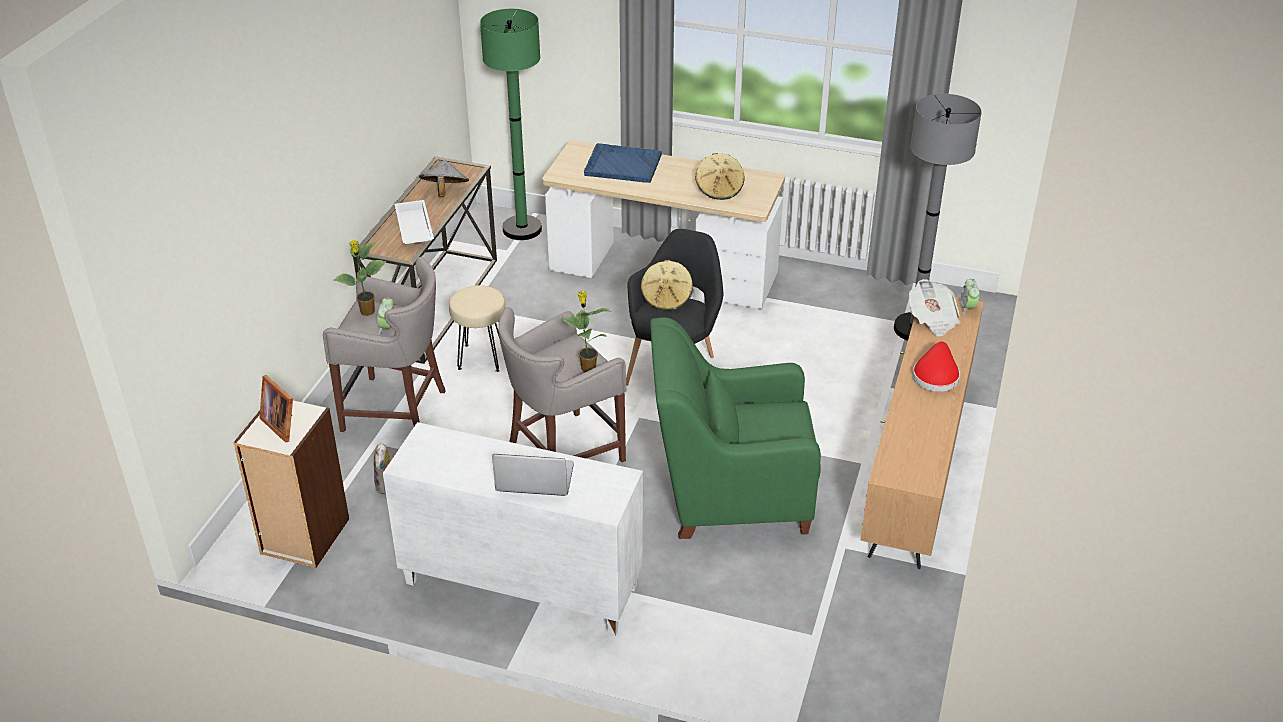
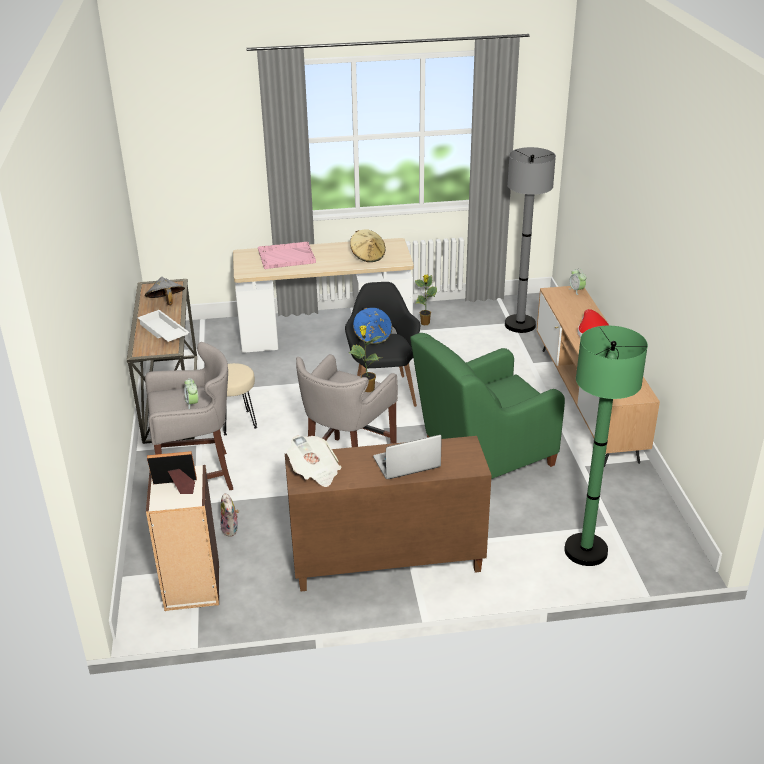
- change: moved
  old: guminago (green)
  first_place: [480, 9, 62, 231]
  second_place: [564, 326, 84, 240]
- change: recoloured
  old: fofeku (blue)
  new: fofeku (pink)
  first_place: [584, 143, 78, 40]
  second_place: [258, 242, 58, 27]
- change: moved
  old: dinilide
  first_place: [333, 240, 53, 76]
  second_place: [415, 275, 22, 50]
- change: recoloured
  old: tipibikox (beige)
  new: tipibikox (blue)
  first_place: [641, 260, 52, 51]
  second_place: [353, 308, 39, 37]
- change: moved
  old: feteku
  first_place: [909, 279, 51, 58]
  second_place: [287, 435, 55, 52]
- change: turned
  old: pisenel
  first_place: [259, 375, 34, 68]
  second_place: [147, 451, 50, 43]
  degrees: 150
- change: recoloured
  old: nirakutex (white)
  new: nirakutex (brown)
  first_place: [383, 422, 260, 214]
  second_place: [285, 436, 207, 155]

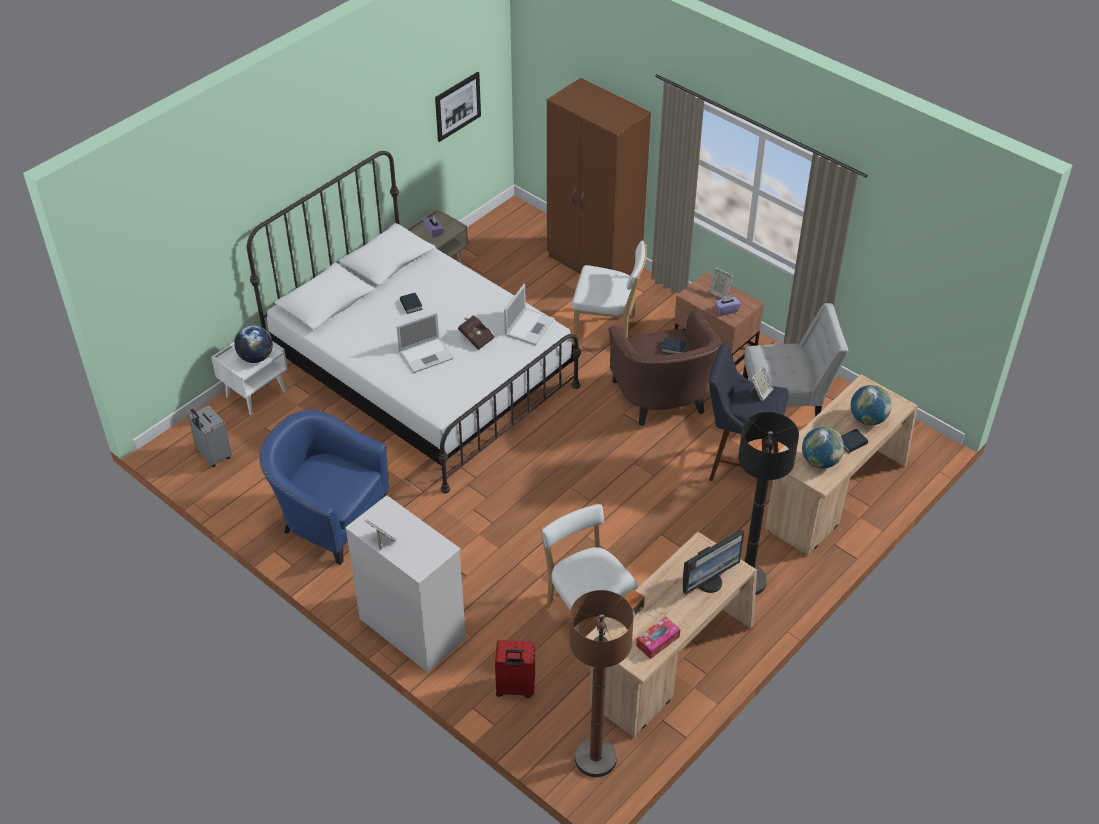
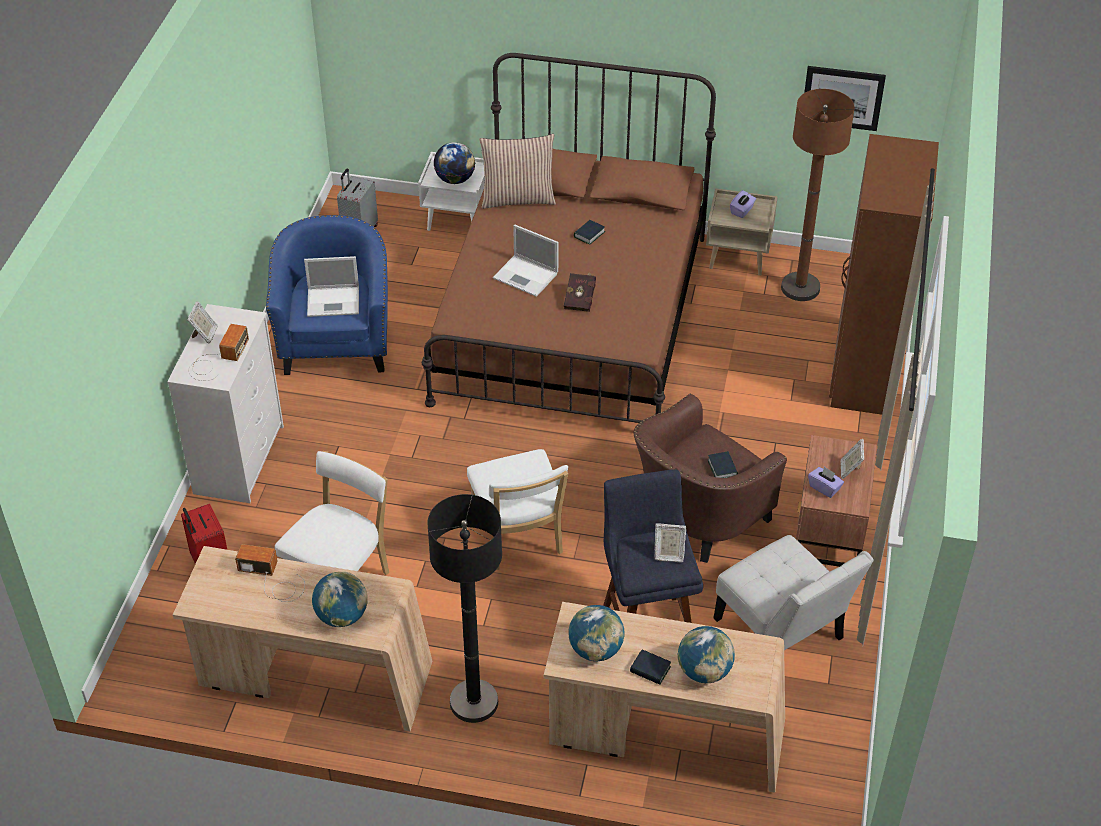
- change: recoloured
  old: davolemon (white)
  new: davolemon (brown)
  first_place: [247, 151, 334, 342]
  second_place: [422, 53, 294, 370]
- change: moved
  old: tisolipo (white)
  first_place: [572, 240, 75, 102]
  second_place: [467, 449, 101, 121]
- change: moved
  old: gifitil
  first_place: [504, 284, 51, 62]
  second_place: [304, 256, 55, 61]
- change: replaced
  old: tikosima
  new: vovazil
  first_place: [683, 529, 61, 66]
  second_place: [312, 572, 56, 55]
- change: moved
  old: guminago (brown)
  first_place: [569, 590, 65, 187]
  second_place: [781, 89, 74, 212]
- change: removed
  old: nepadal
  first_place: [636, 616, 44, 43]
- change: added
  new: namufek
  second_place: [479, 134, 77, 75]
- change: added
  new: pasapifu
  second_place: [188, 324, 61, 57]

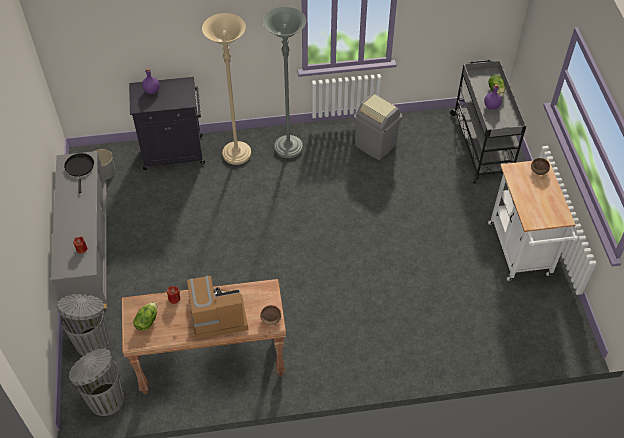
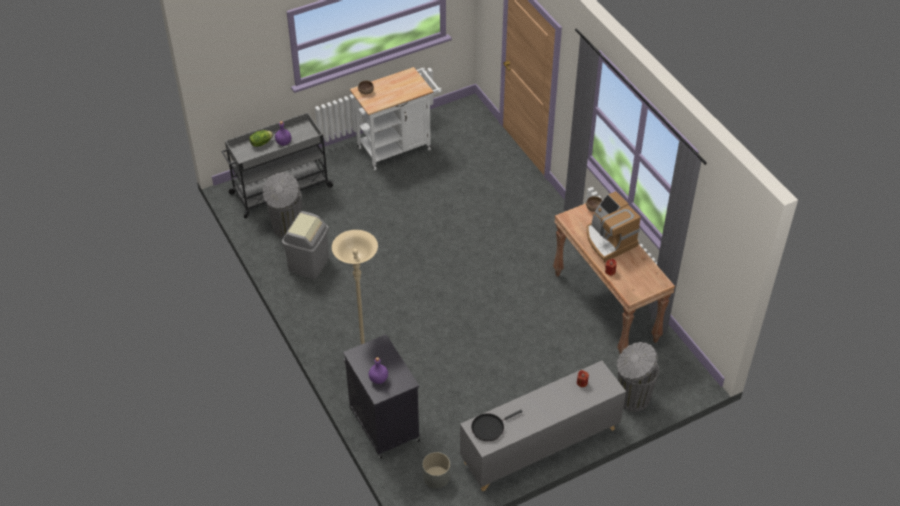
- change: removed
  old: guminago (grey)
  first_place: [263, 7, 43, 151]
- change: removed
  old: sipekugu
  first_place: [133, 302, 24, 29]
- change: moved
  old: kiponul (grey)
  first_place: [69, 349, 55, 67]
  second_place: [263, 172, 39, 66]

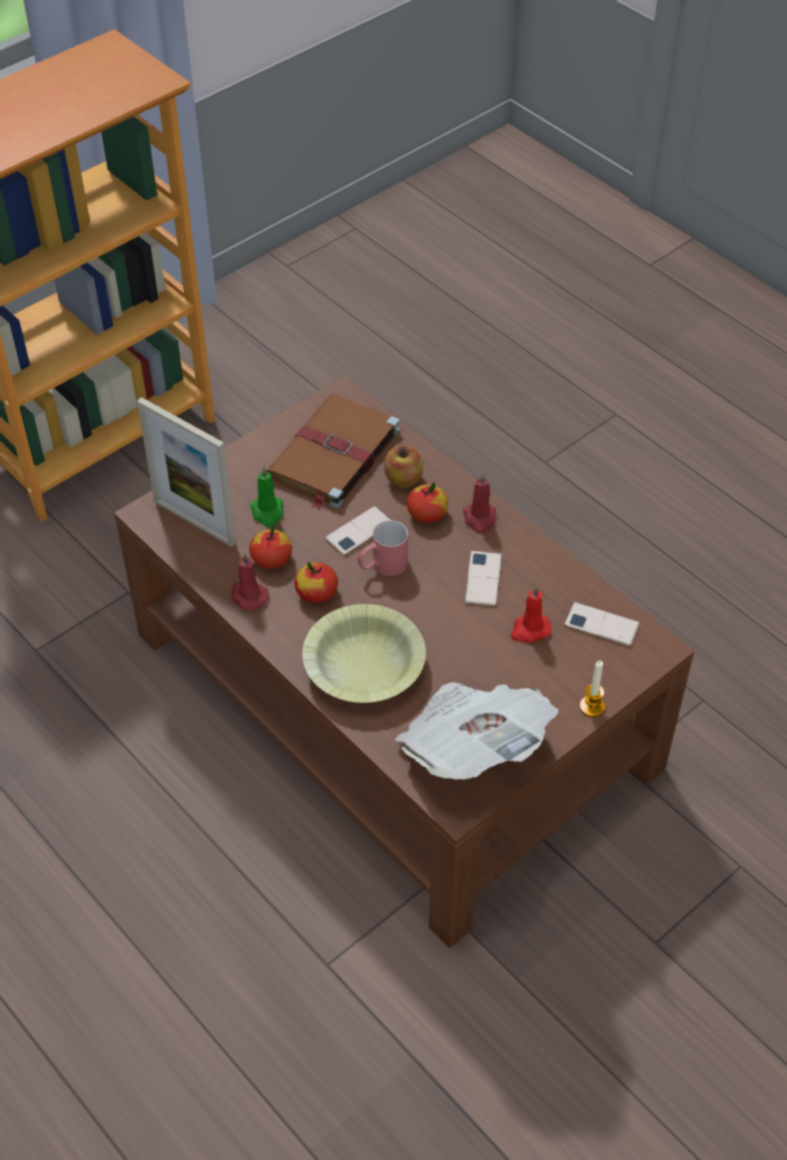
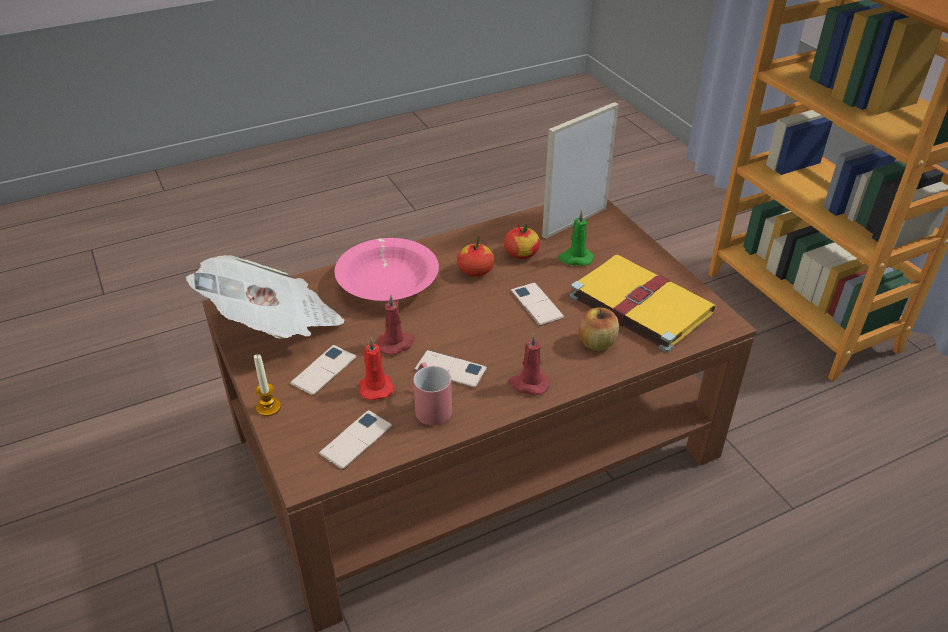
- change: recoloured
  old: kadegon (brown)
  new: kadegon (yellow)
  first_place: [266, 394, 134, 117]
  second_place: [569, 254, 147, 98]
- change: removed
  old: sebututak
  first_place: [407, 483, 41, 40]
- change: moved
  old: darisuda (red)
  first_place: [357, 520, 51, 56]
  second_place: [413, 362, 39, 63]
- change: moved
  old: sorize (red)
  first_place: [231, 552, 38, 59]
  second_place: [377, 295, 38, 60]
- change: recoloured
  old: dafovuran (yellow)
  new: dafovuran (pink)
  first_place: [302, 604, 124, 99]
  second_place: [335, 238, 104, 64]
- change: added
  new: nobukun
  second_place: [290, 345, 67, 51]

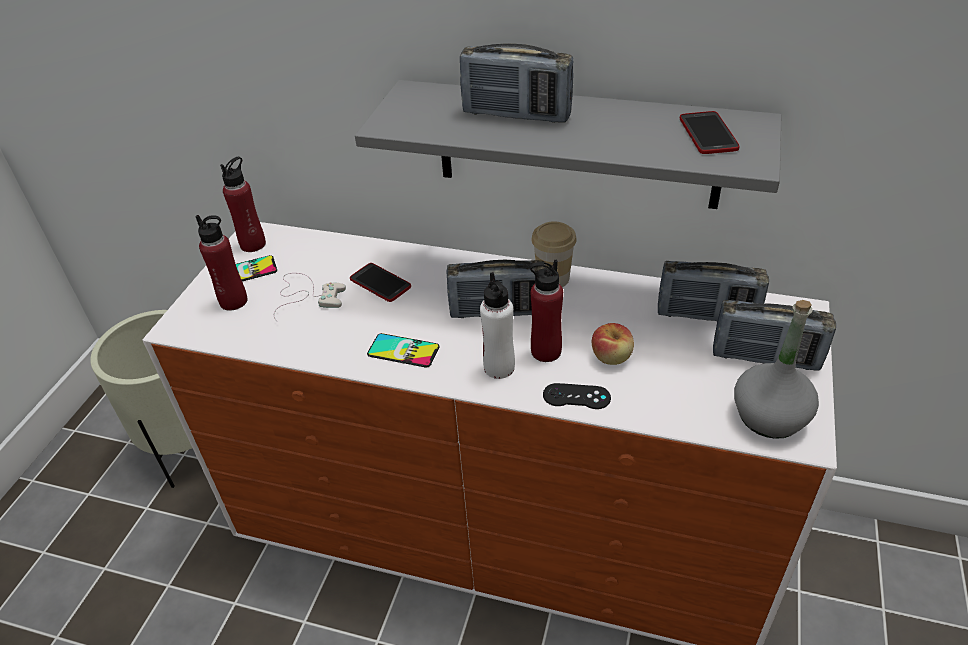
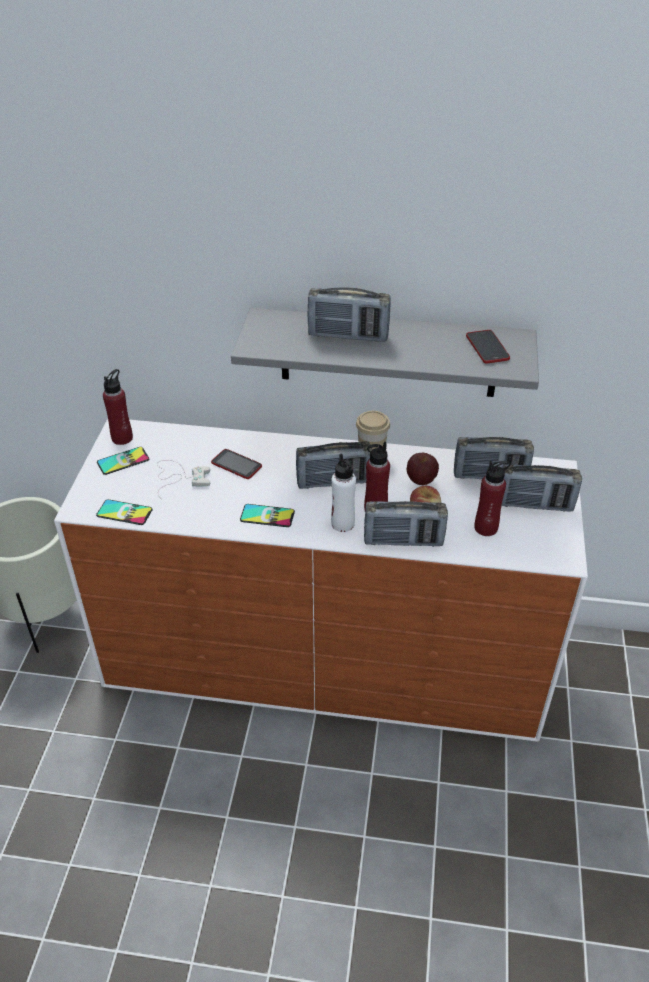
- change: moved
  old: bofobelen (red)
  first_place: [196, 215, 52, 96]
  second_place: [474, 461, 36, 75]
- change: removed
  old: bofobelen (grey)
  first_place: [734, 300, 85, 139]
- change: replaced
  old: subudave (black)
  new: pasapifu
  first_place: [543, 383, 68, 26]
  second_place: [364, 501, 84, 46]
- change: added
  new: sebututak
  second_place: [407, 453, 32, 32]
- change: added
  new: nobukun
  second_place: [96, 499, 57, 26]

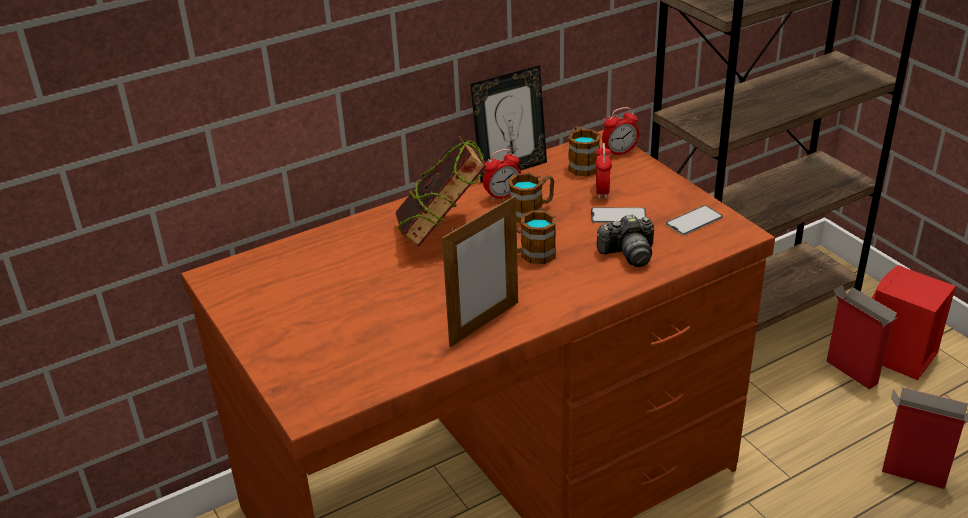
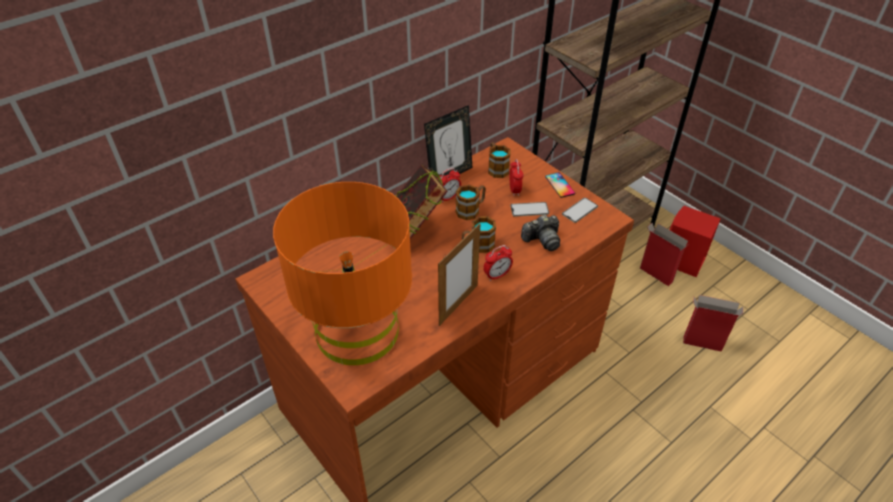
- change: moved
  old: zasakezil
  first_place: [602, 107, 37, 50]
  second_place: [483, 245, 30, 36]
- change: added
  new: nobukun
  second_place: [545, 172, 30, 26]
- change: added
  new: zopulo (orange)
  second_place: [273, 182, 139, 183]

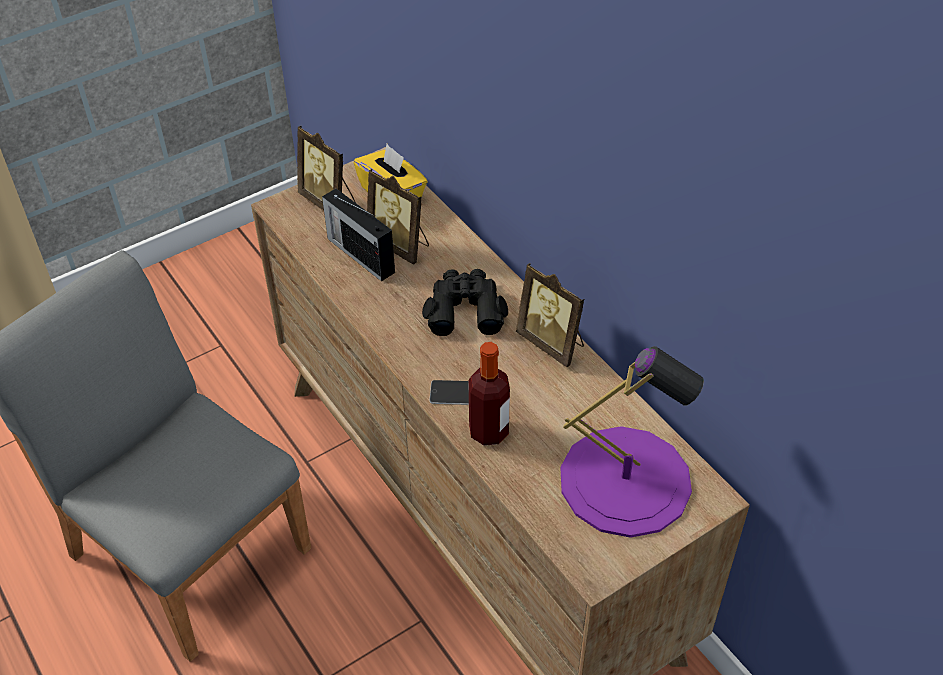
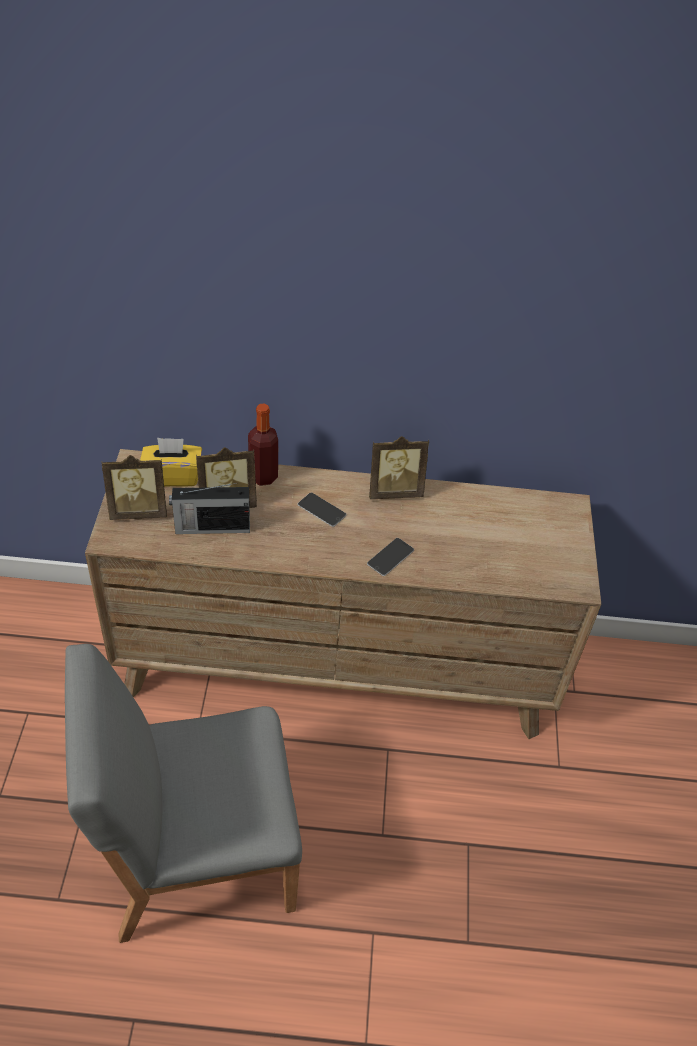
- change: replaced
  old: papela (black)
  new: nobukun
  first_place: [422, 269, 86, 67]
  second_place: [297, 492, 50, 35]
- change: moved
  old: bofobelen
  first_place: [468, 342, 42, 104]
  second_place: [248, 404, 30, 82]
- change: removed
  old: zopulo (purple)
  first_place: [561, 346, 143, 192]

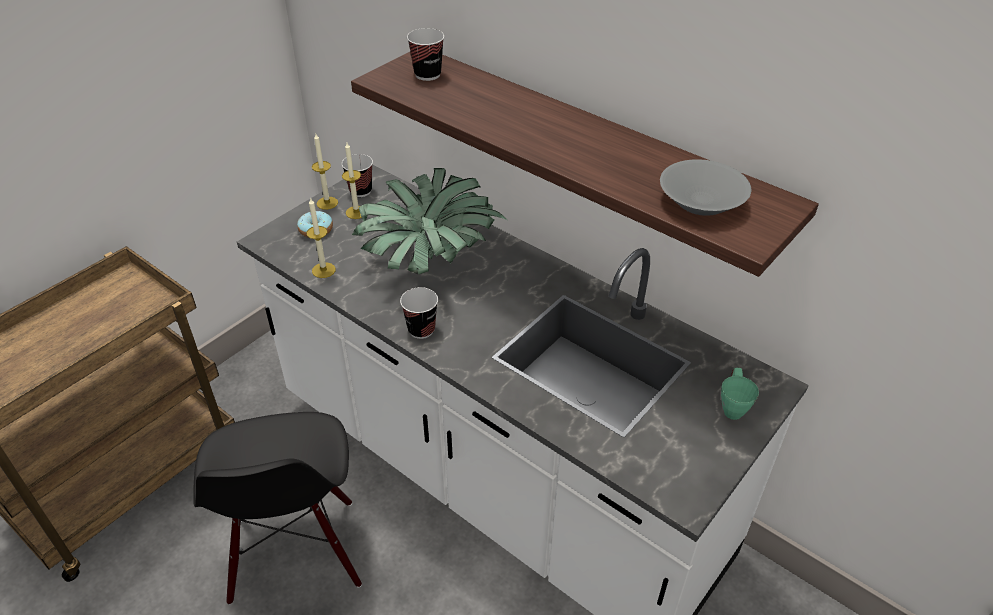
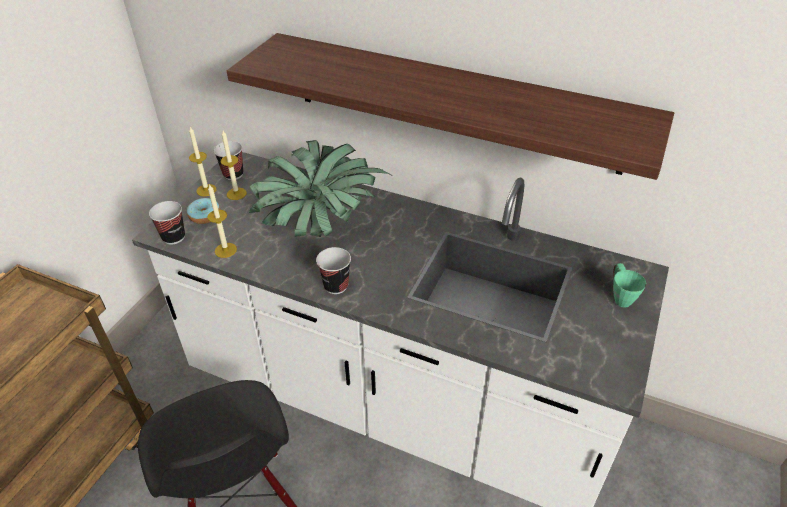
- change: moved
  old: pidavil
  first_place: [407, 28, 37, 53]
  second_place: [149, 201, 36, 44]
- change: removed
  old: dafovuran (grey)
  first_place: [660, 159, 92, 57]

